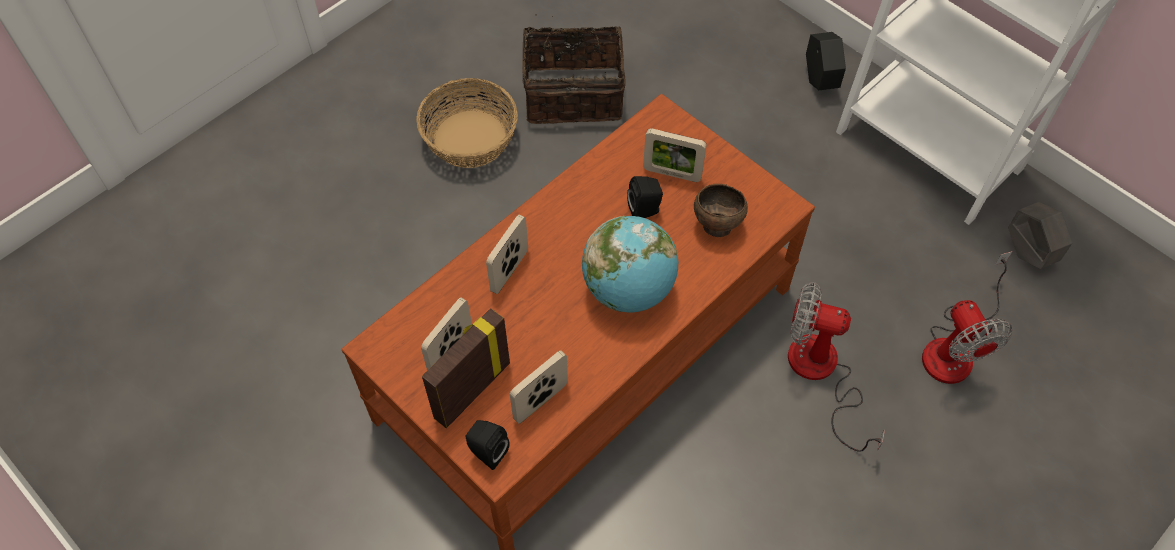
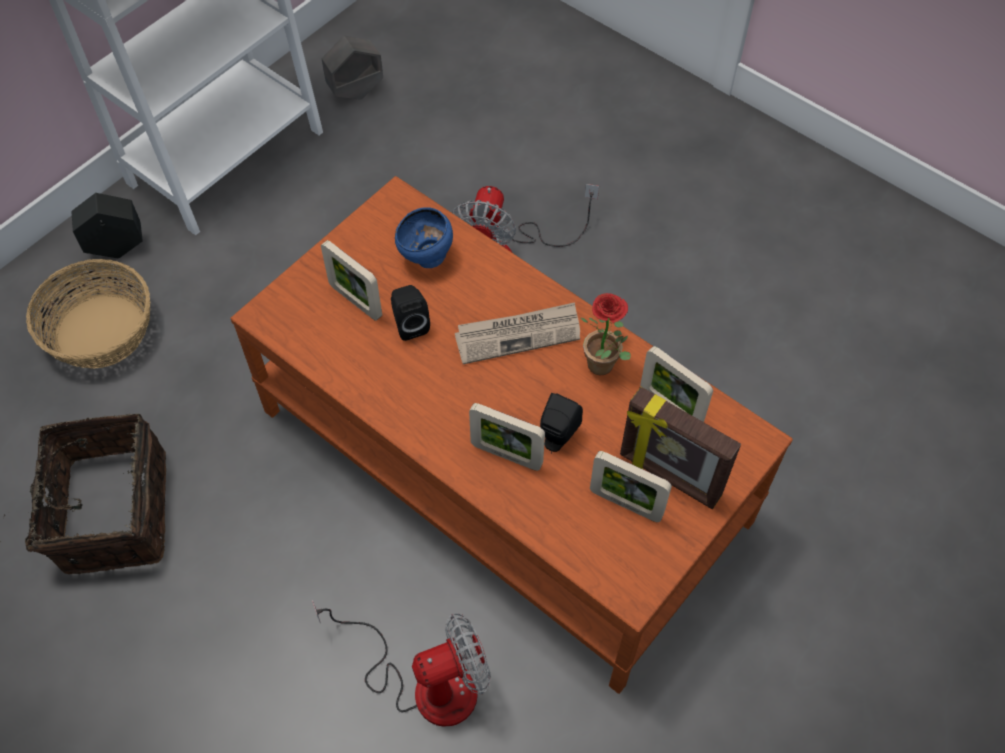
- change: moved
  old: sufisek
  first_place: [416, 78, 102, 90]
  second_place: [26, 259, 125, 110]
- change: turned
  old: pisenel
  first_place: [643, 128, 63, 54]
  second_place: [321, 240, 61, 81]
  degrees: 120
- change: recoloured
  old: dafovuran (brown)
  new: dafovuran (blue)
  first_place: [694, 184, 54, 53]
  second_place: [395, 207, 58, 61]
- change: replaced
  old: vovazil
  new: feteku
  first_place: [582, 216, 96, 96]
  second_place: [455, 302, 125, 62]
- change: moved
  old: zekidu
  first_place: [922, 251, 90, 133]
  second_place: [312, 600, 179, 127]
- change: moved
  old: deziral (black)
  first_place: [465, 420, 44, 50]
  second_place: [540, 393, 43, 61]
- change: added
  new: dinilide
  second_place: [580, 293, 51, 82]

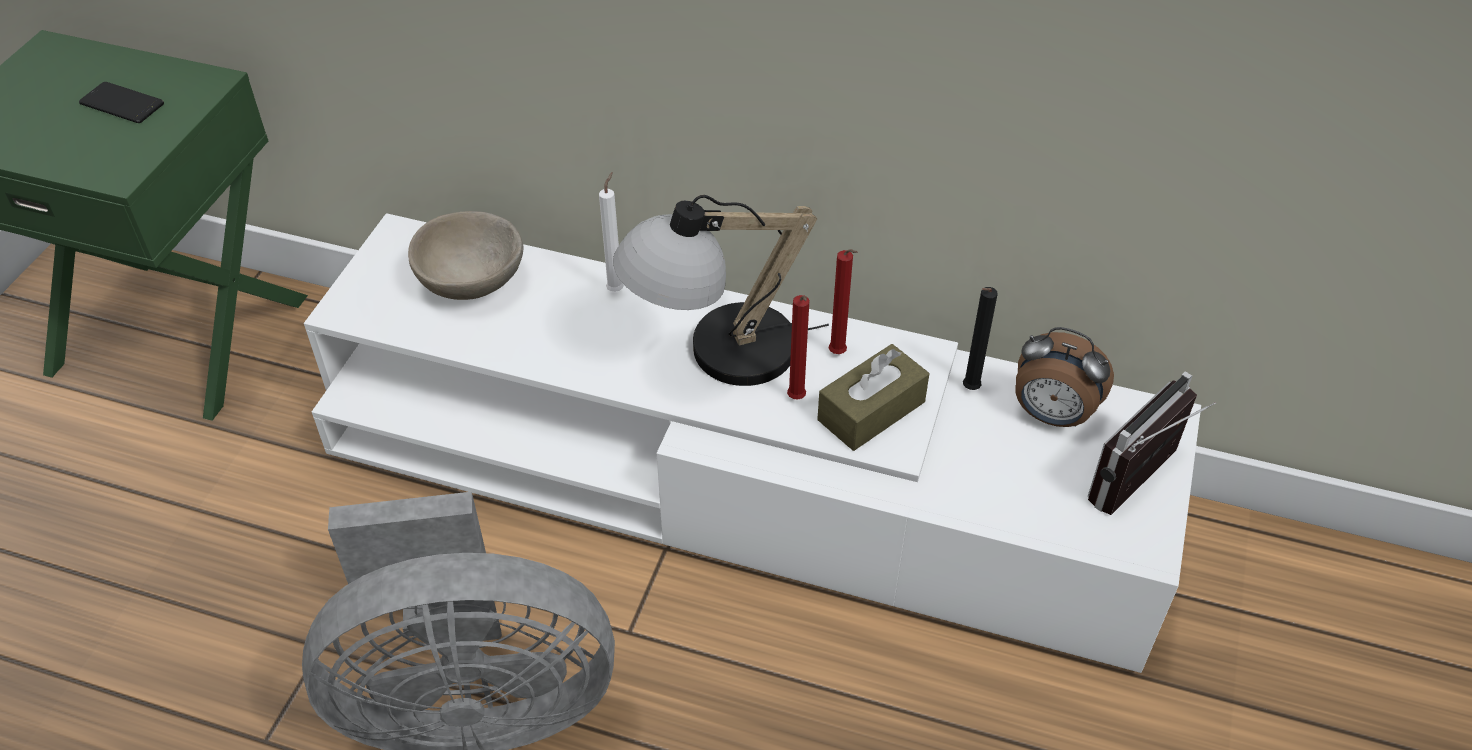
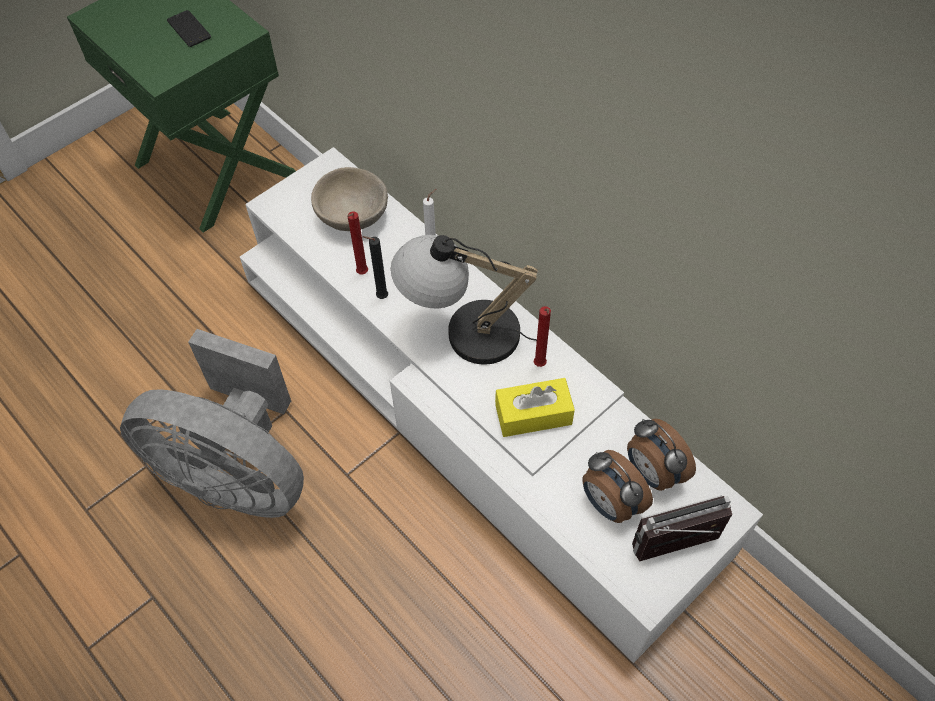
- change: moved
  old: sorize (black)
  first_place: [963, 287, 35, 103]
  second_place: [362, 236, 26, 63]
- change: moved
  old: sorize (red)
  first_place: [787, 295, 23, 105]
  second_place: [347, 211, 21, 64]
- change: recoloured
  old: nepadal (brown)
  new: nepadal (yellow)
  first_place: [817, 344, 112, 107]
  second_place: [495, 378, 80, 59]
- change: added
  new: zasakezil
  second_place: [582, 450, 71, 73]

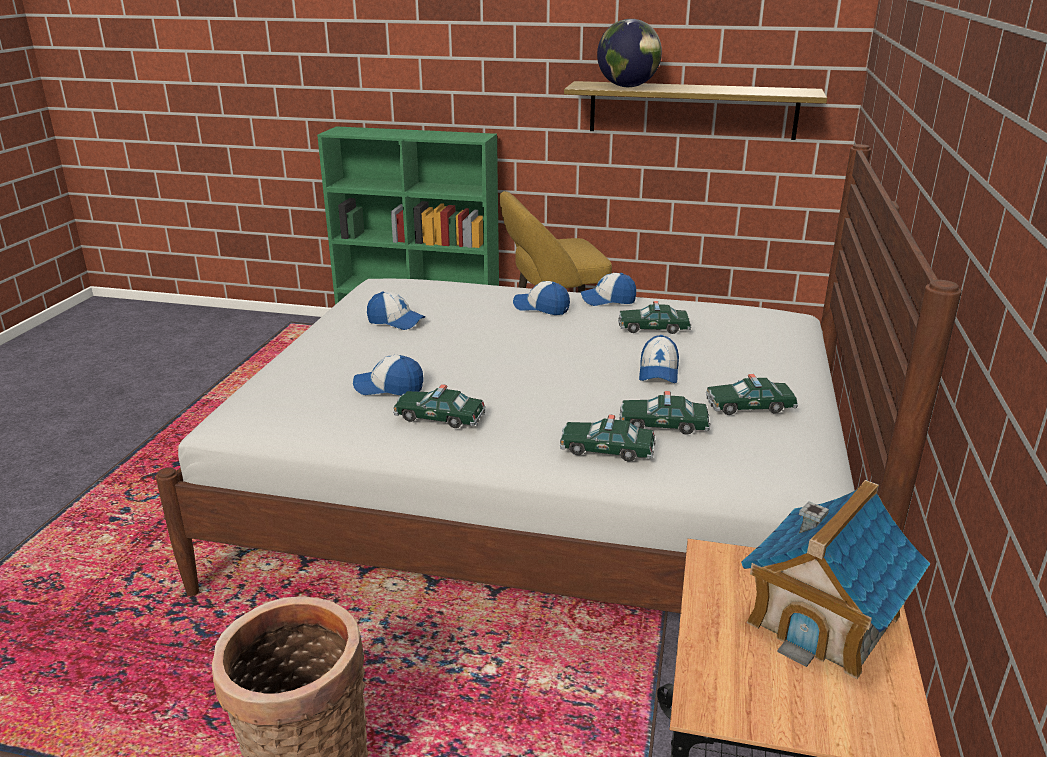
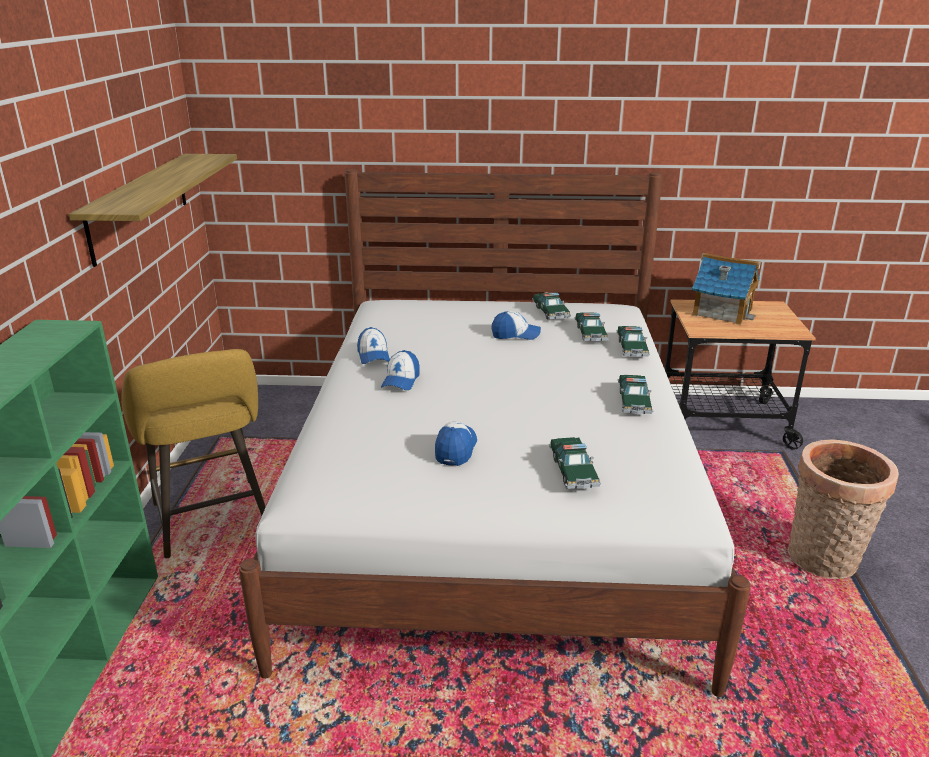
- change: removed
  old: vovazil
  first_place: [597, 19, 65, 68]
- change: moved
  old: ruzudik
  first_place: [618, 301, 73, 33]
  second_place: [549, 437, 52, 52]
- change: removed
  old: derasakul
  first_place: [353, 355, 70, 40]

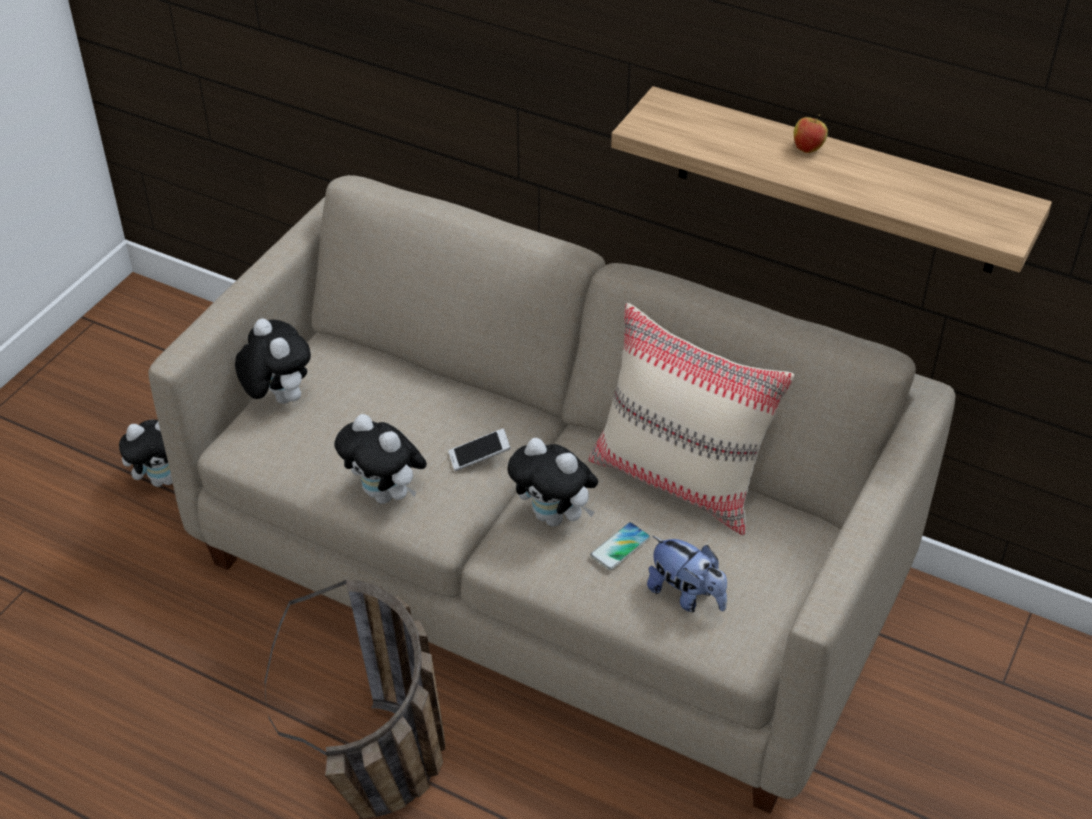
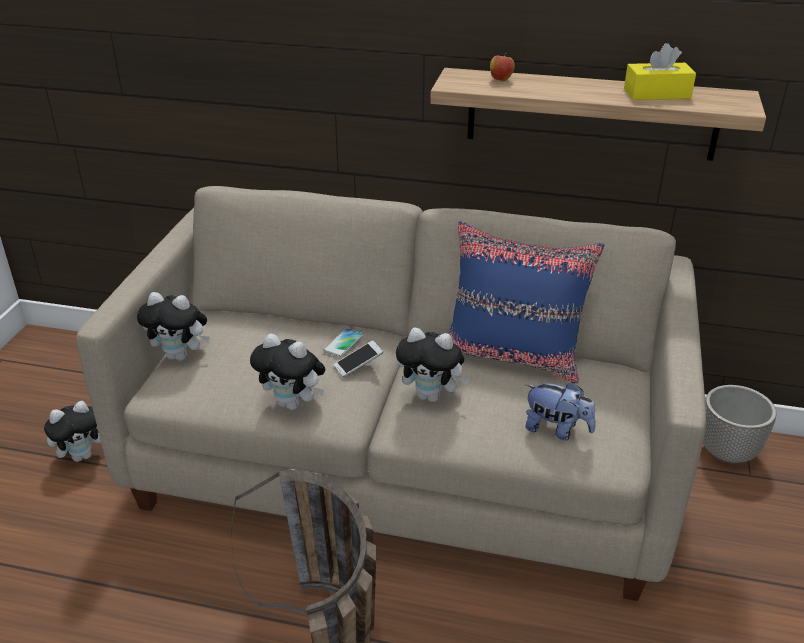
- change: moved
  old: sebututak
  first_place: [794, 114, 34, 39]
  second_place: [490, 53, 25, 28]
- change: recoloured
  old: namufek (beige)
  new: namufek (blue)
  first_place: [589, 303, 206, 233]
  second_place: [448, 221, 156, 162]
- change: turned
  old: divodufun
  first_place: [235, 318, 76, 86]
  second_place: [137, 292, 73, 69]
  degrees: 150
- change: moved
  old: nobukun
  first_place: [590, 522, 60, 48]
  second_place: [323, 328, 40, 29]
- change: added
  new: nepadal (yellow)
  second_place: [624, 43, 72, 57]
- change: added
  new: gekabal
  second_place: [703, 385, 74, 79]

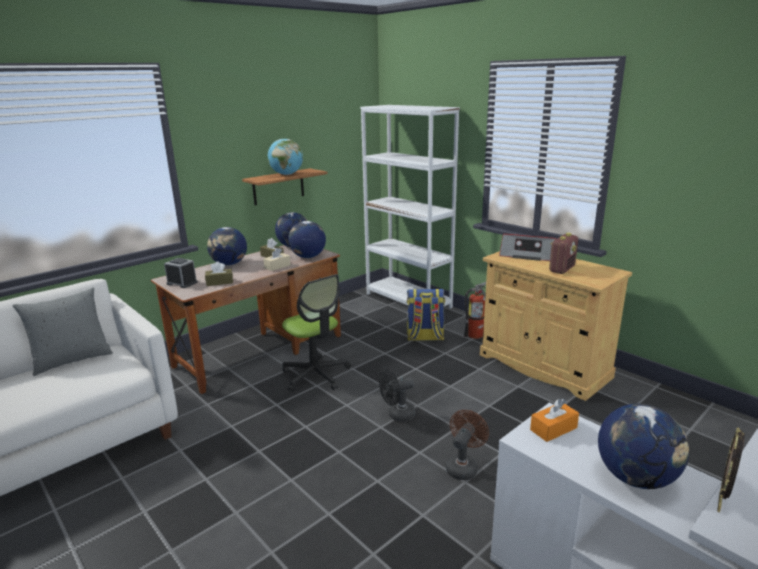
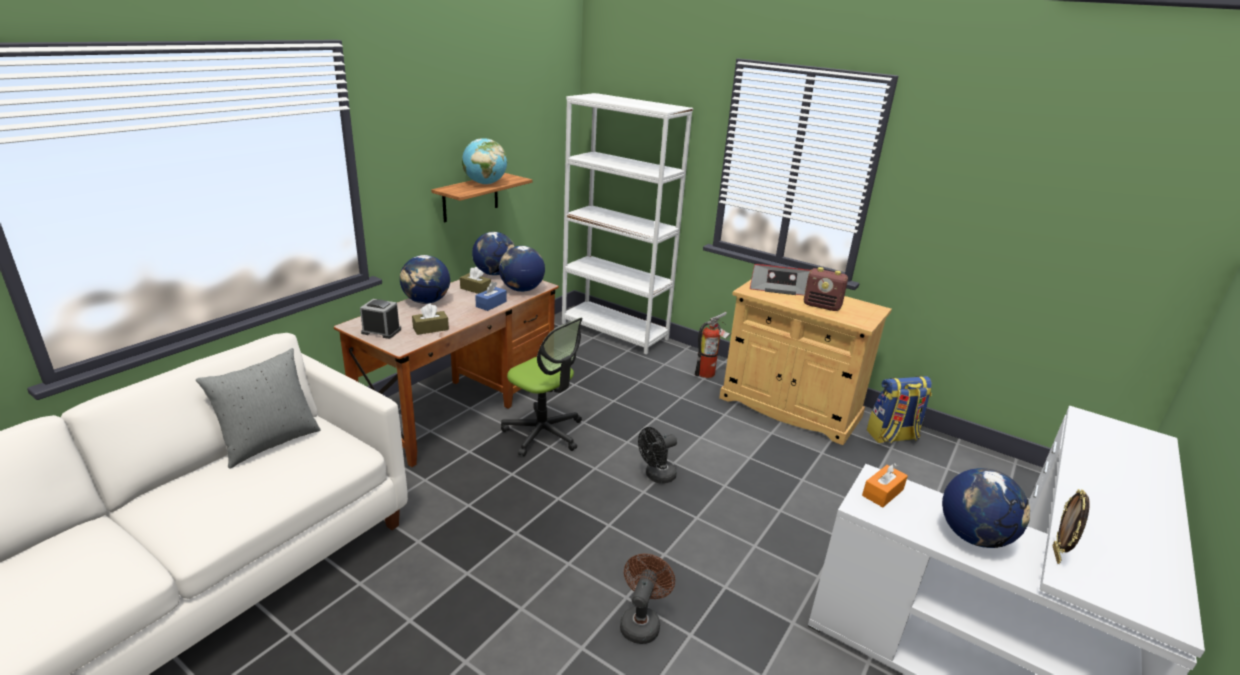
- change: turned
  old: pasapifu
  first_place: [549, 233, 29, 41]
  second_place: [804, 267, 44, 44]
  degrees: 90
- change: recoloured
  old: nepadal (beige)
  new: nepadal (blue)
  first_place: [263, 248, 28, 23]
  second_place: [475, 281, 32, 30]
- change: moved
  old: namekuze
  first_place: [407, 289, 38, 52]
  second_place: [867, 376, 65, 67]
- change: moved
  old: zekidu (brown)
  first_place: [446, 410, 43, 70]
  second_place: [620, 554, 55, 90]

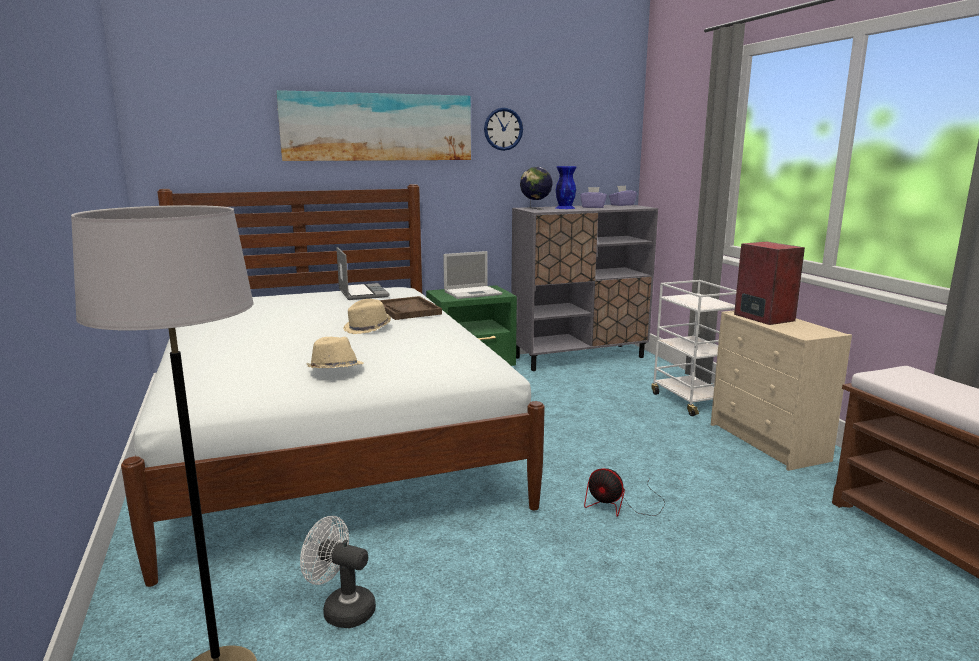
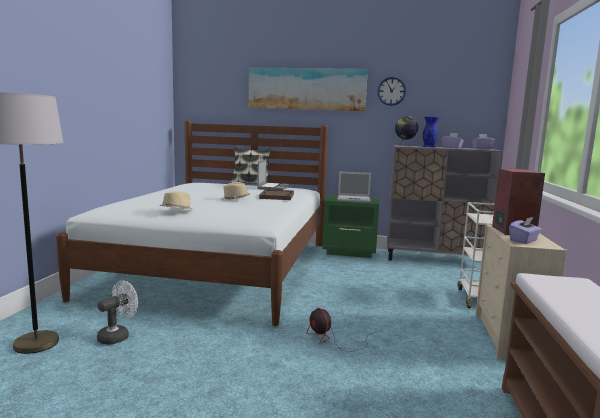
- change: turned
  old: zekidu (white)
  first_place: [300, 516, 76, 112]
  second_place: [97, 280, 41, 65]
  degrees: 75
- change: added
  new: namufek
  second_place: [231, 147, 40, 37]
- change: added
  new: nepadal (purple)
  second_place: [509, 217, 33, 27]

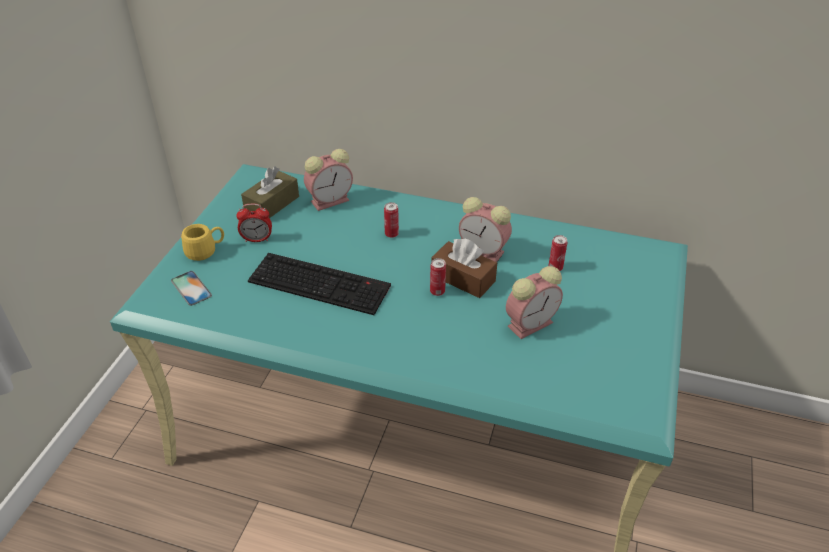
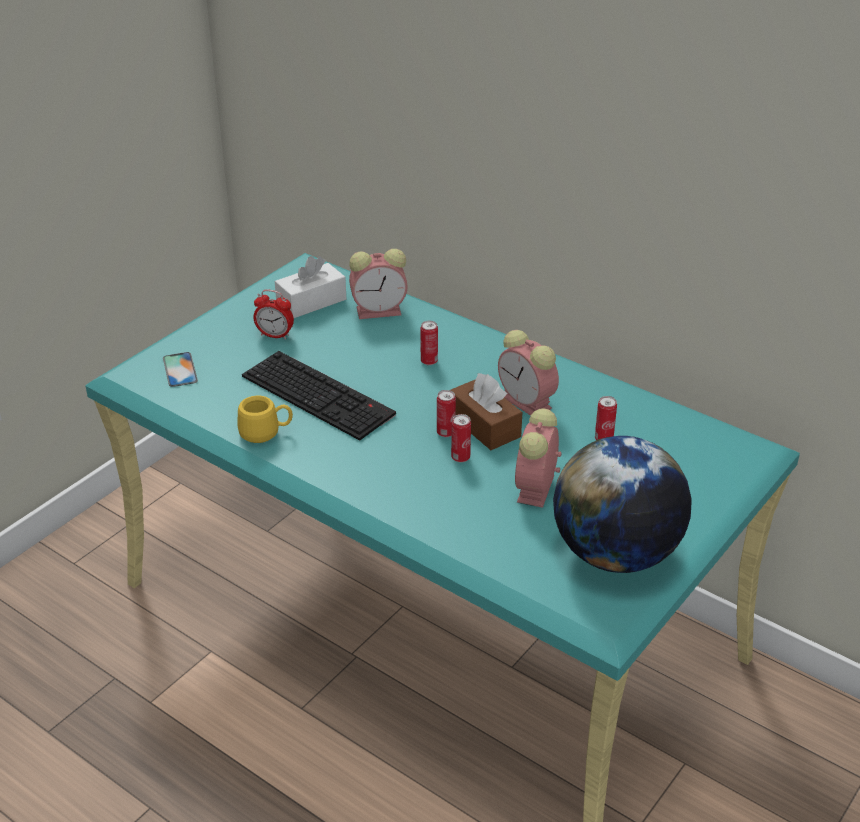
- change: recoloured
  old: nepadal (brown)
  new: nepadal (white)
  first_place: [241, 166, 58, 52]
  second_place: [275, 256, 71, 62]
- change: moved
  old: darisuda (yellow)
  first_place: [181, 224, 43, 37]
  second_place: [238, 396, 55, 47]
- change: turned
  old: zasakezil
  first_place: [506, 266, 57, 73]
  second_place: [515, 408, 47, 100]
  degrees: 120
- change: added
  new: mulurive
  second_place: [451, 414, 20, 48]
- change: added
  new: vovazil
  second_place: [553, 436, 139, 137]

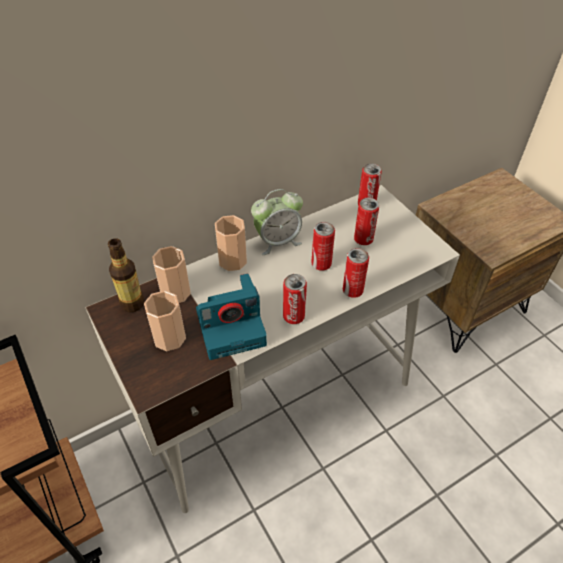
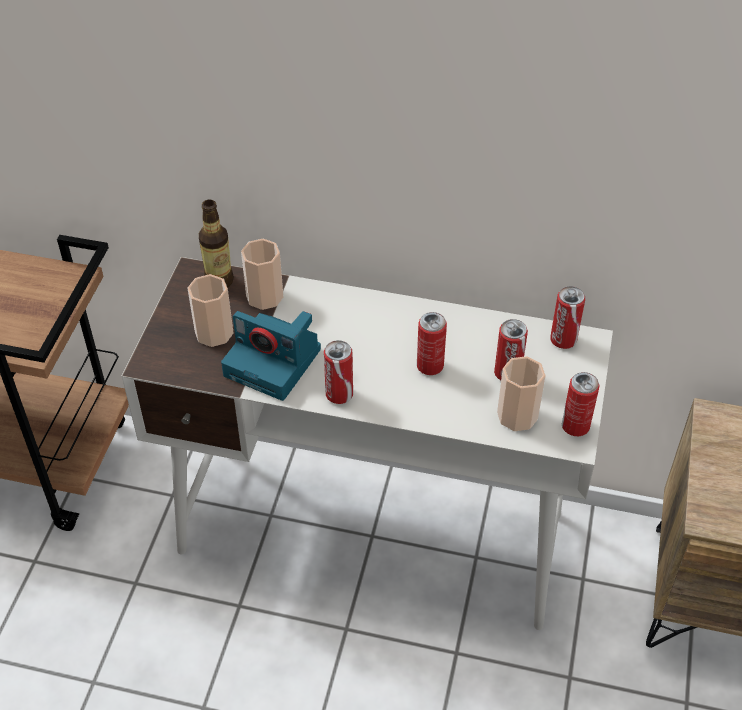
- change: removed
  old: zasakezil
  first_place: [251, 189, 52, 66]
- change: moved
  old: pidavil
  first_place: [215, 215, 32, 56]
  second_place: [497, 356, 49, 75]
- change: moved
  old: mulurive
  first_place: [343, 248, 26, 50]
  second_place: [562, 372, 38, 64]

